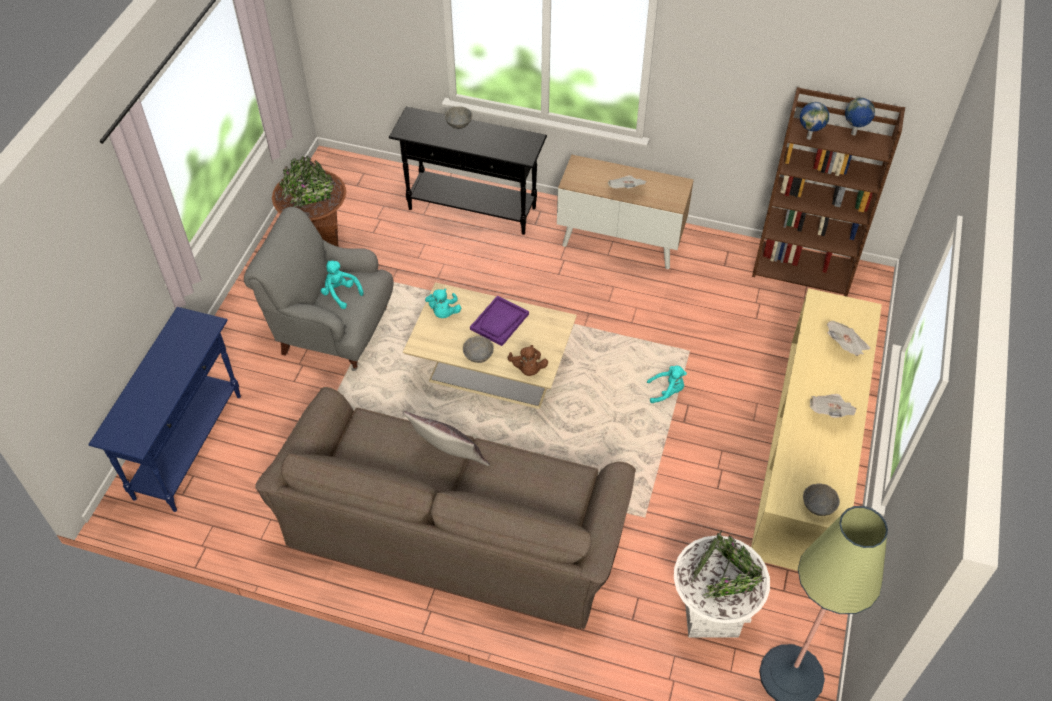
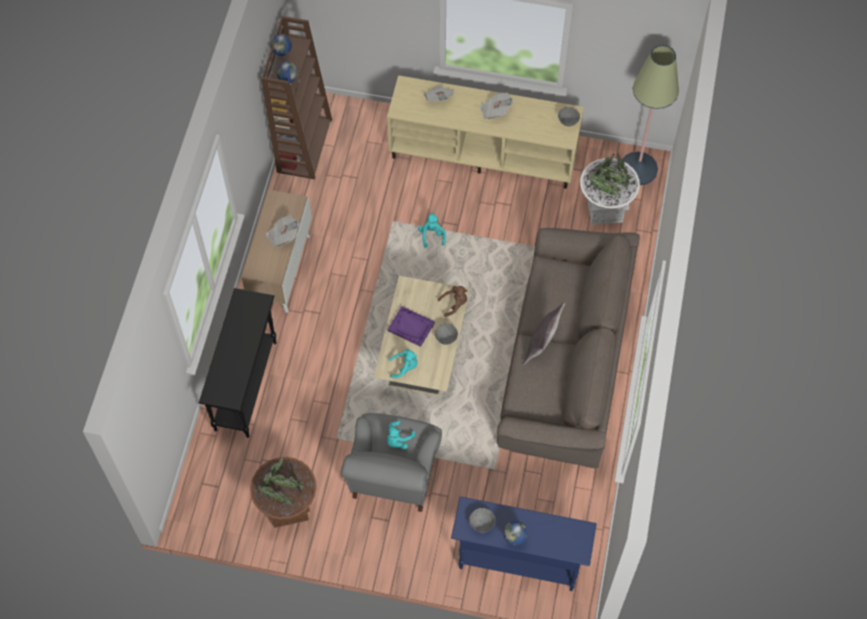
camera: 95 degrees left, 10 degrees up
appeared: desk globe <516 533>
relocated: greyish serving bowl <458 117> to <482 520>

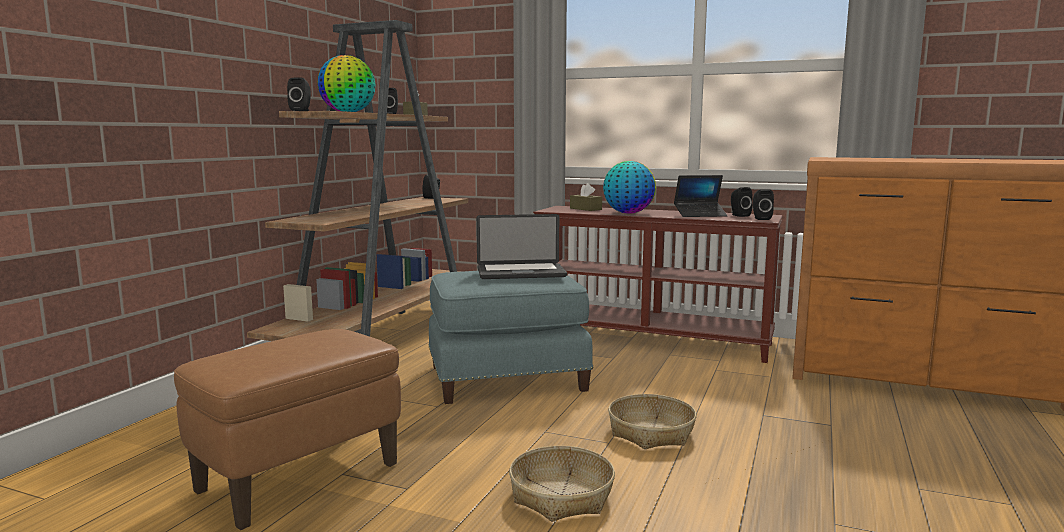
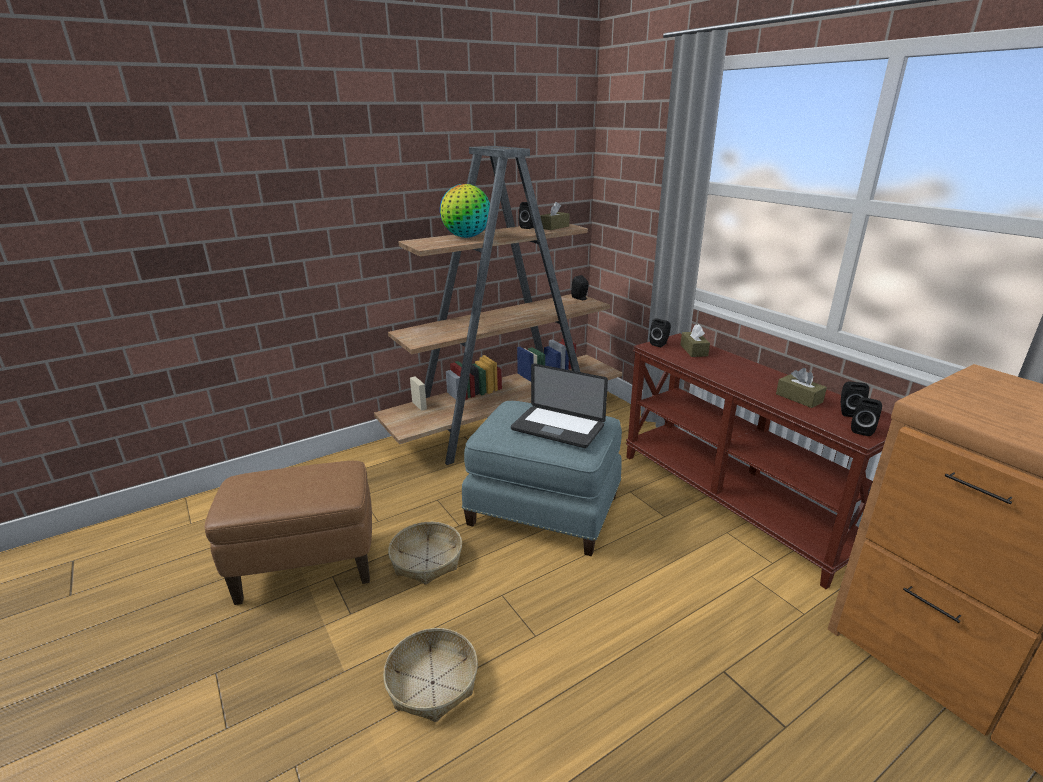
camera: 35 degrees right, 15 degrees up
missing: desk globe <629 187>
relocated: black-coloured loudspeaker <299 94> to <660 332>; household basket <652 421> to <425 553>
exchanged: portable computer <701 196> to brown tissue holder <801 388>

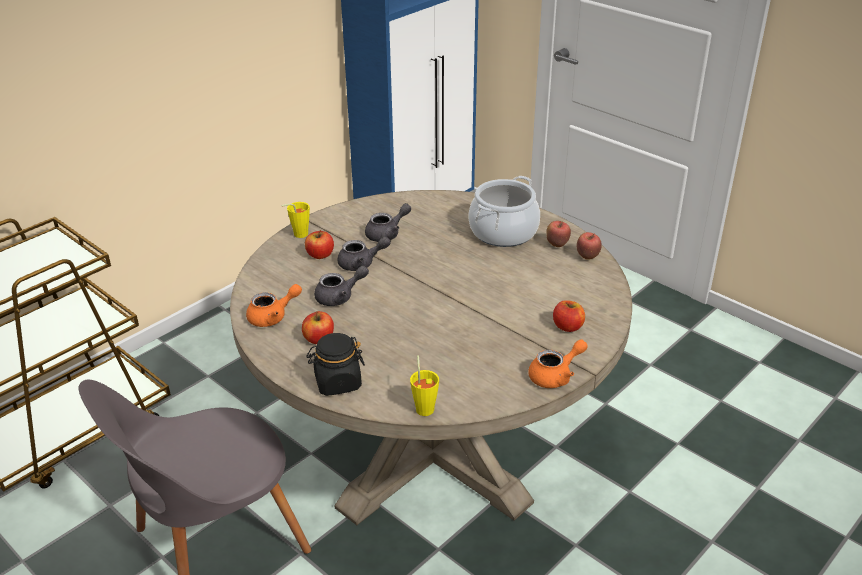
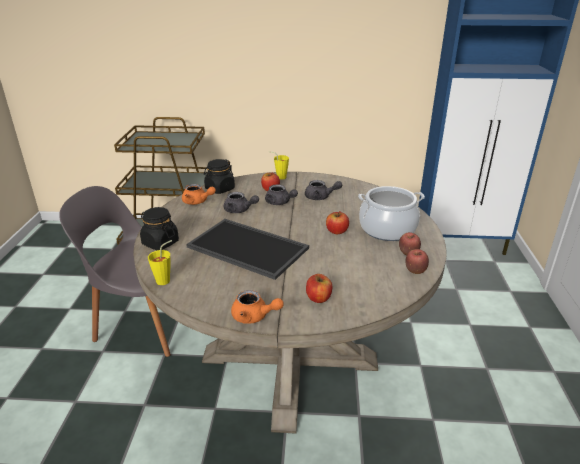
camera: 50 degrees right, 5 degrees down
appeared: black-coloured preserve jar <219 176>; serving tray <247 249>
relocated: apple <318 327> to <337 222>

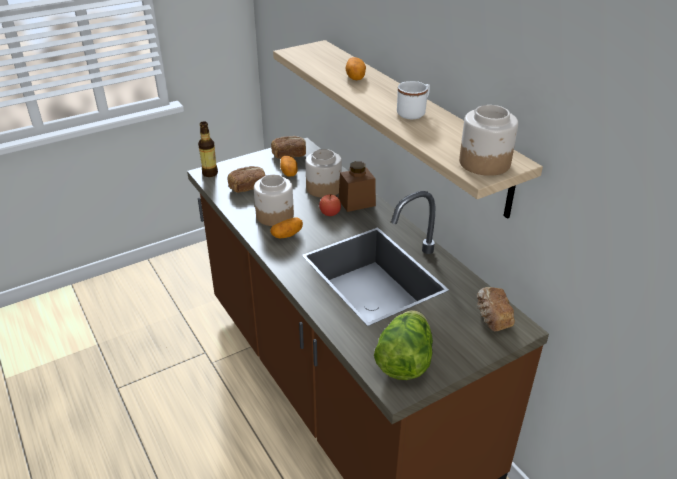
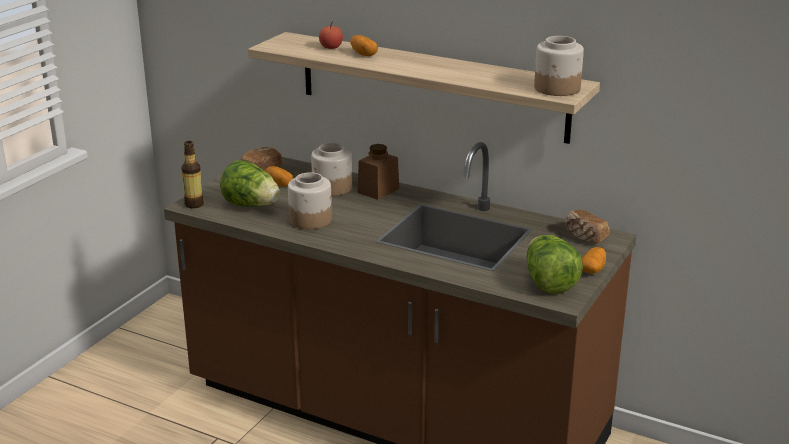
camera: 30 degrees left, 10 degrees down
missing: whitish mug <413 100>
relocated: apple <330 205> to <331 35>; whole potato <286 228> to <594 260>
exchanged: baked bread <246 179> to head of lettuce <250 183>

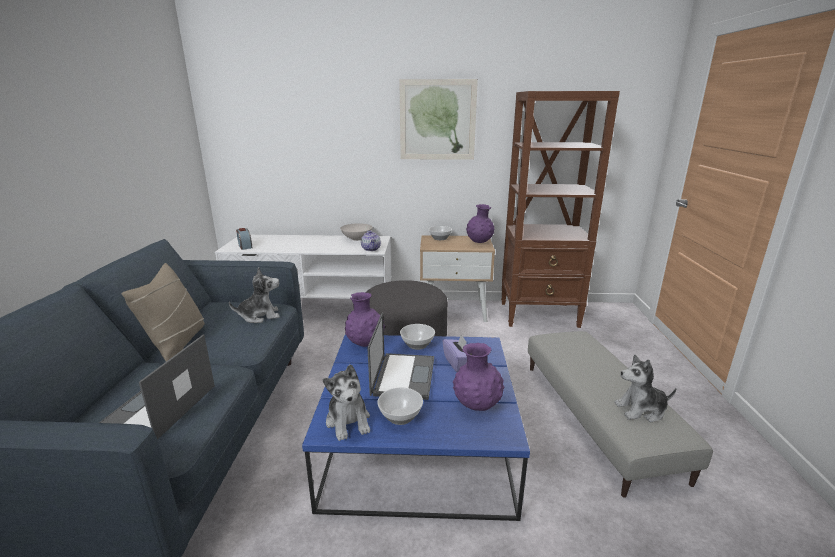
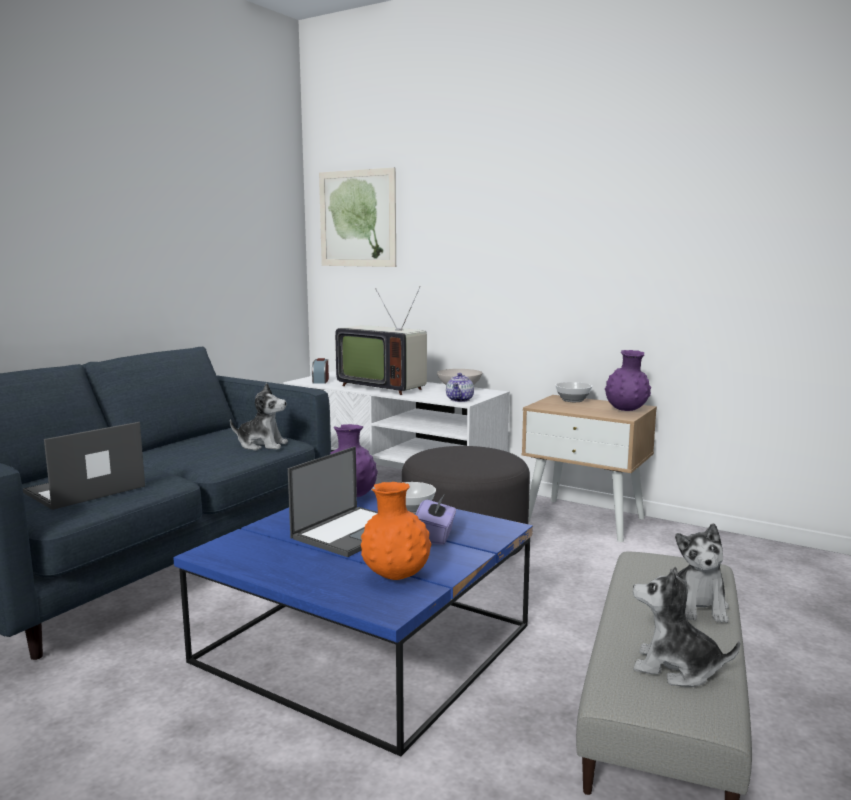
camera: 30 degrees right, 10 degrees down
missing: brown bookcase <560 209>; beige pillow <163 312>; serving bowl <400 406>
appeared: TV set <381 340>
relocated: wall picture <438 119> to <357 217>; soft toy <346 402> to <702 573>
colour: purple-coloured vase <478 377> to orangey vase <396 531>

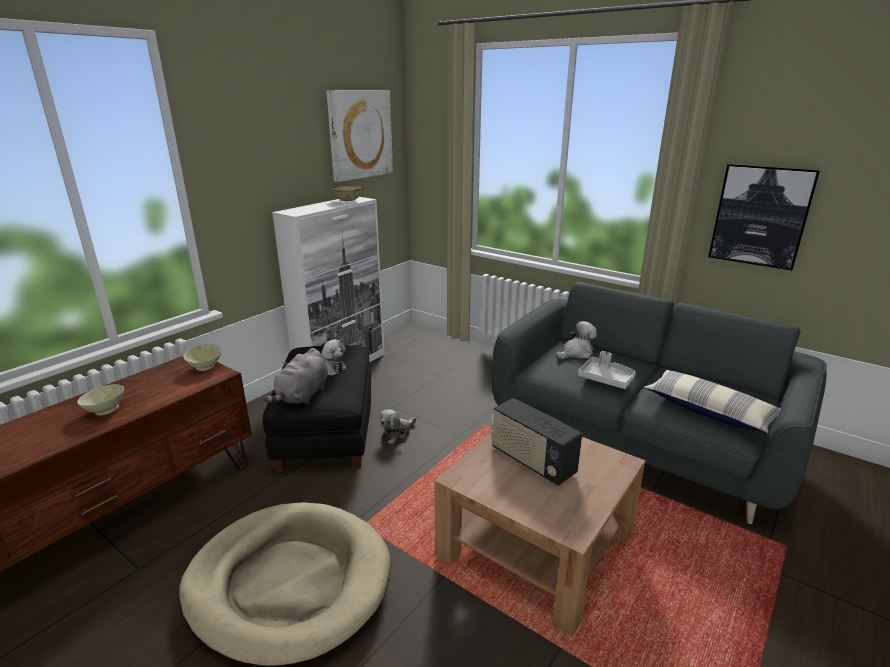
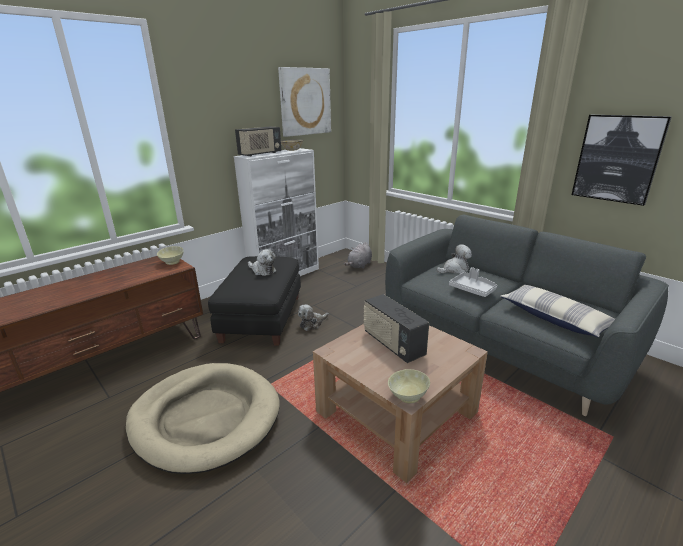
camera: 10 degrees right, 0 degrees up
appeared: radio set <258 142>
relocated: greyish soft toy <296 376> to <358 255>; beige serving bowl <100 400> to <409 386>

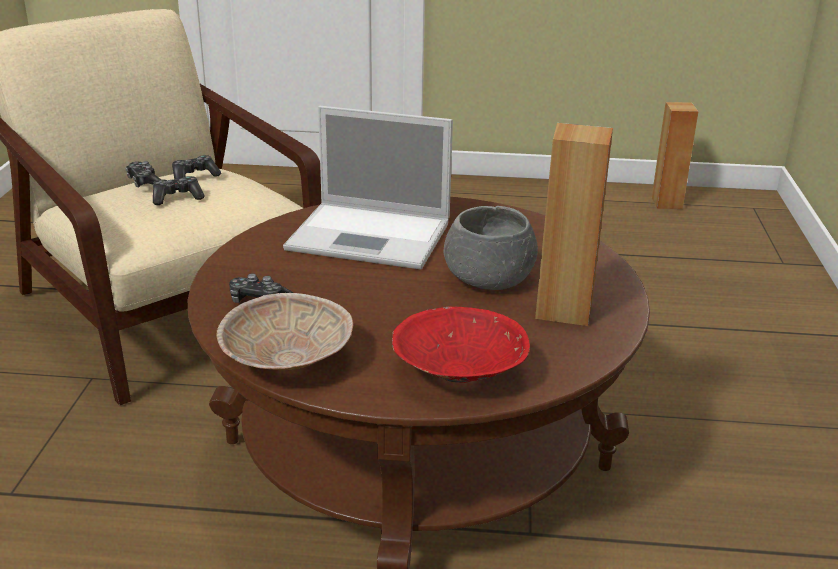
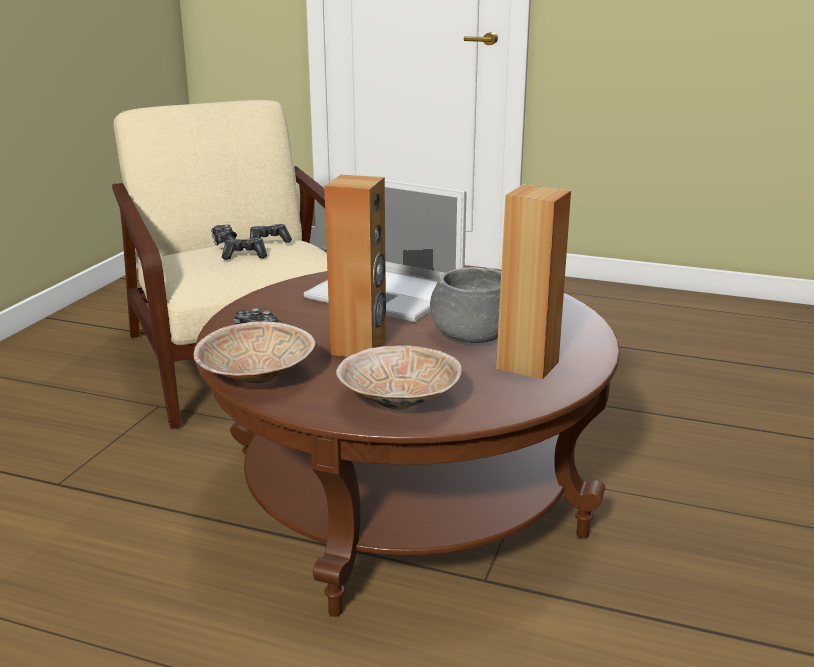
camera: 15 degrees right, 5 degrees down
relocated: brown loudspeaker <675 155> to <355 266>
colour: red-coloured serving bowl <461 345> to beige serving bowl <399 377>

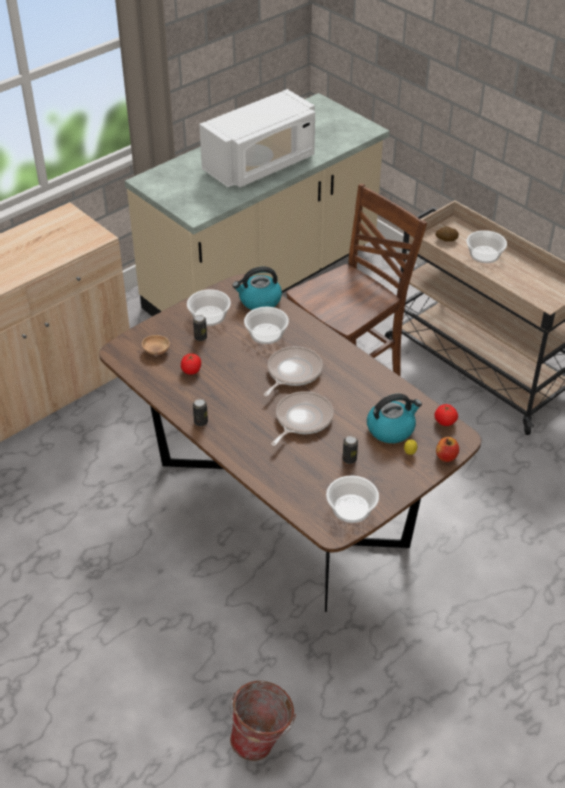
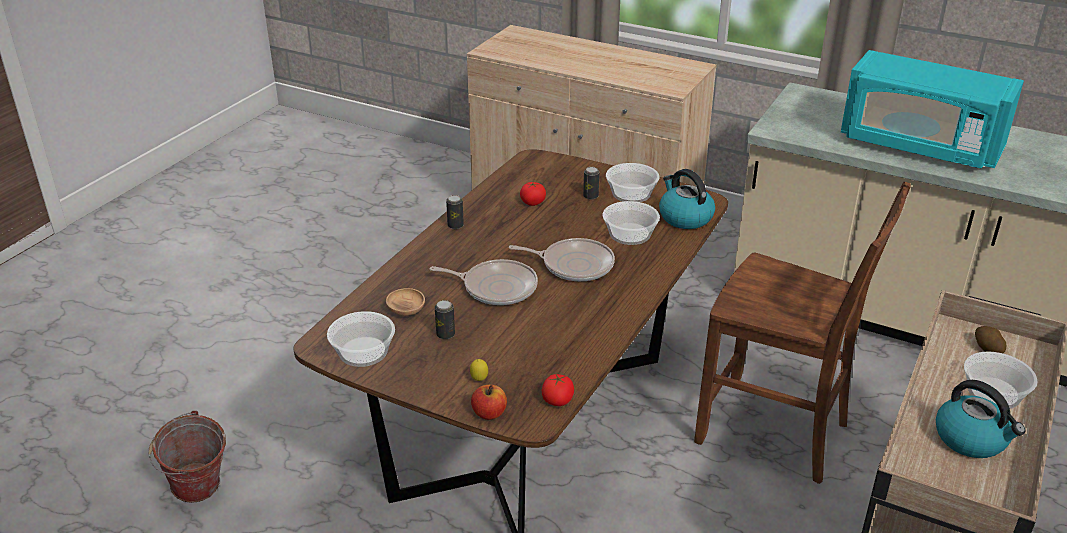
camera: 70 degrees right, 10 degrees down
relocated: brown serving bowl <156 345> to <405 302>; water kettle <394 418> to <980 419>
colour: whitish microwave oven <257 138> to turquoise-coloured microwave oven <932 109>

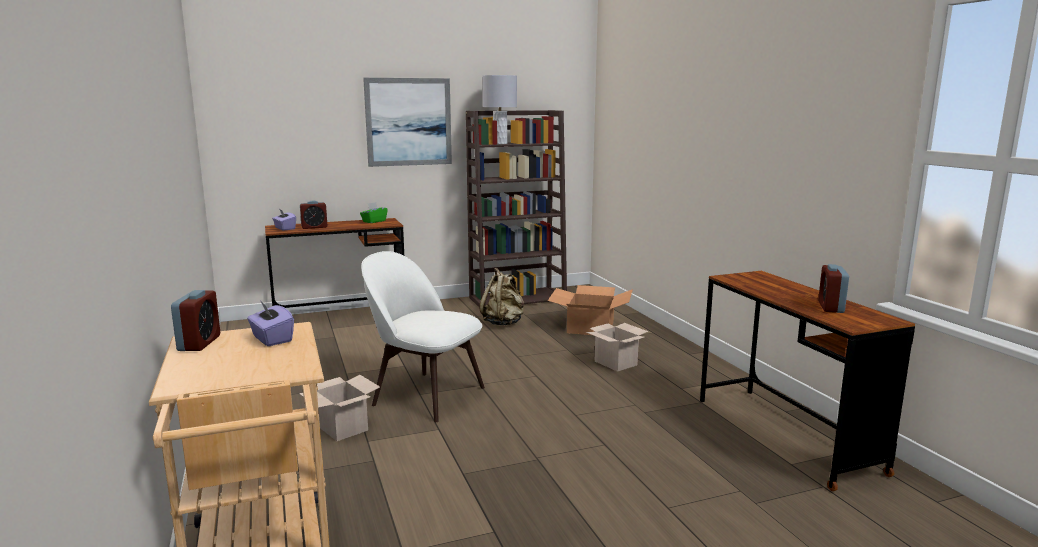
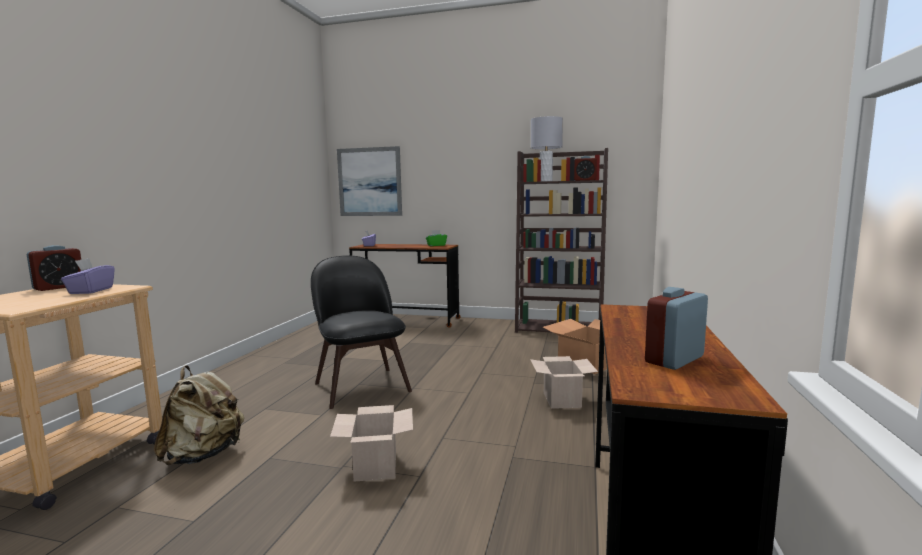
camera: 35 degrees right, 5 degrees down
relocated: wall picture <407 122> to <369 181>; bedside clock <314 215> to <585 168>; beige knapsack <501 296> to <199 415>; carton <339 408> to <371 443>
colour: whitish upright chair <423 336> to black-coloured upright chair <361 332>

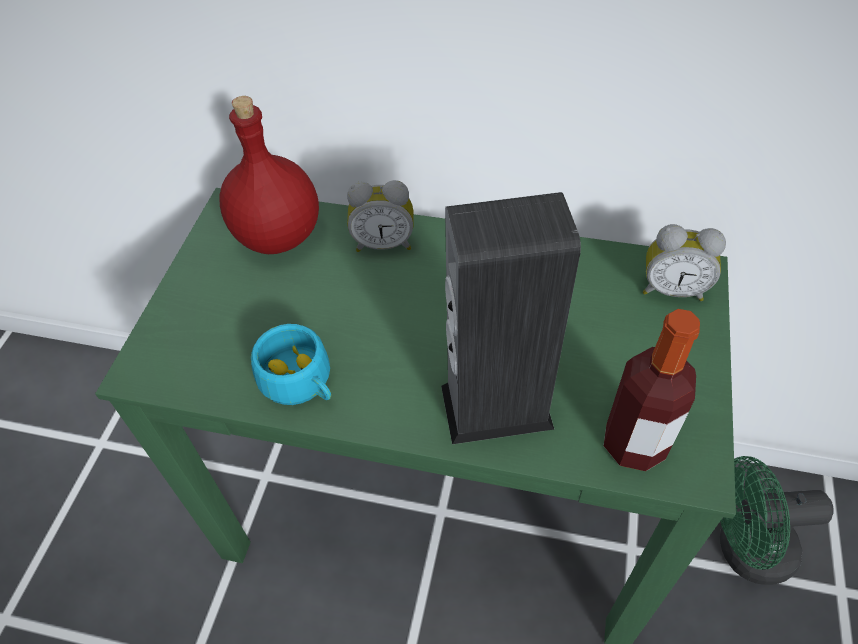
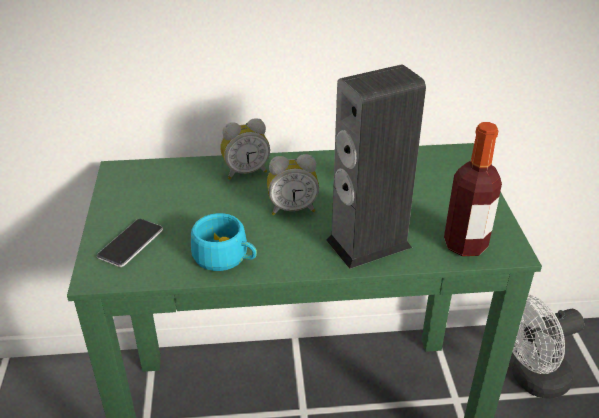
camera: 20 degrees left, 15 degrees down
missing: red-coloured drink bottle <269 175>
appeared: phone <130 243>
relocated: bedside clock <684 262> to <293 184>
colour: green-coloured cooling fan <777 520> to whitish cooling fan <548 346>

